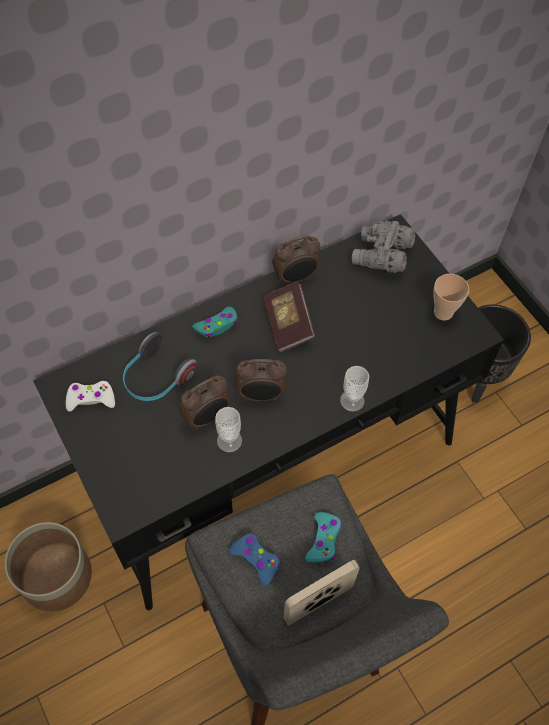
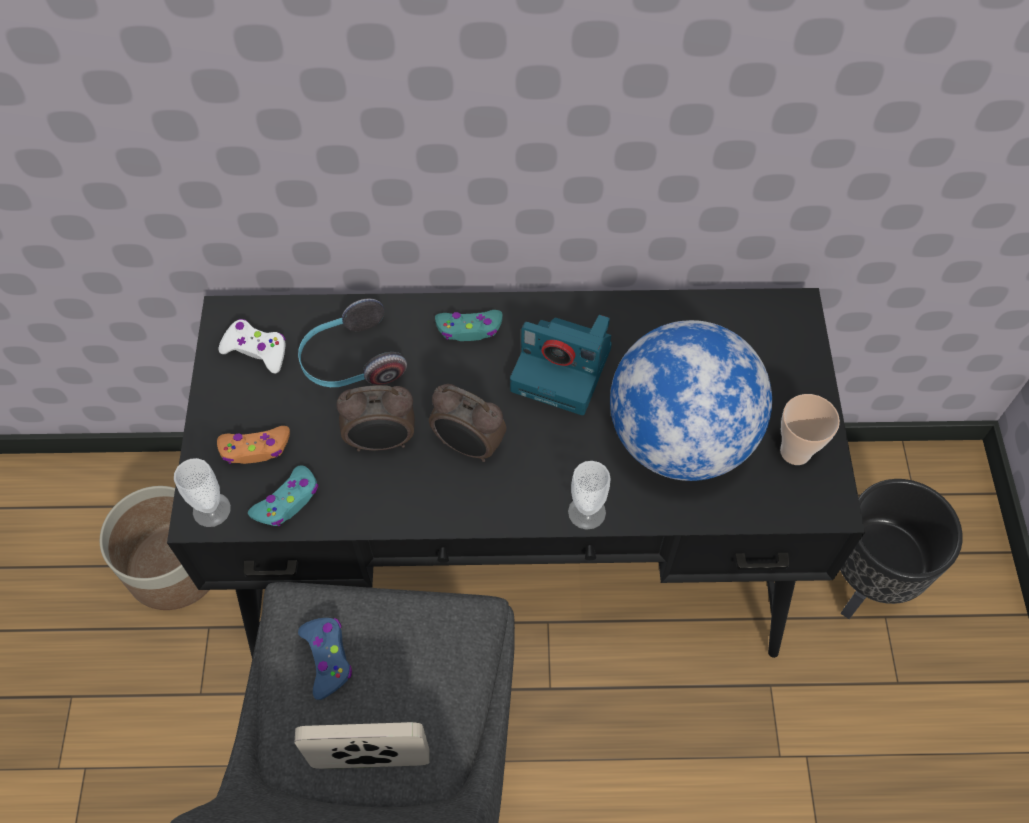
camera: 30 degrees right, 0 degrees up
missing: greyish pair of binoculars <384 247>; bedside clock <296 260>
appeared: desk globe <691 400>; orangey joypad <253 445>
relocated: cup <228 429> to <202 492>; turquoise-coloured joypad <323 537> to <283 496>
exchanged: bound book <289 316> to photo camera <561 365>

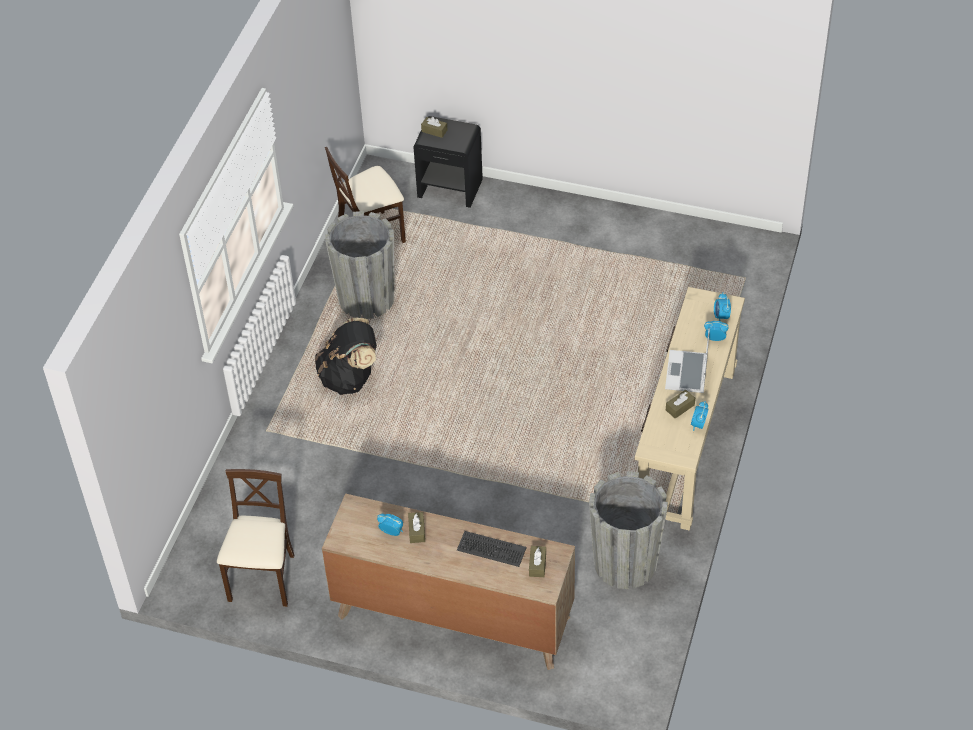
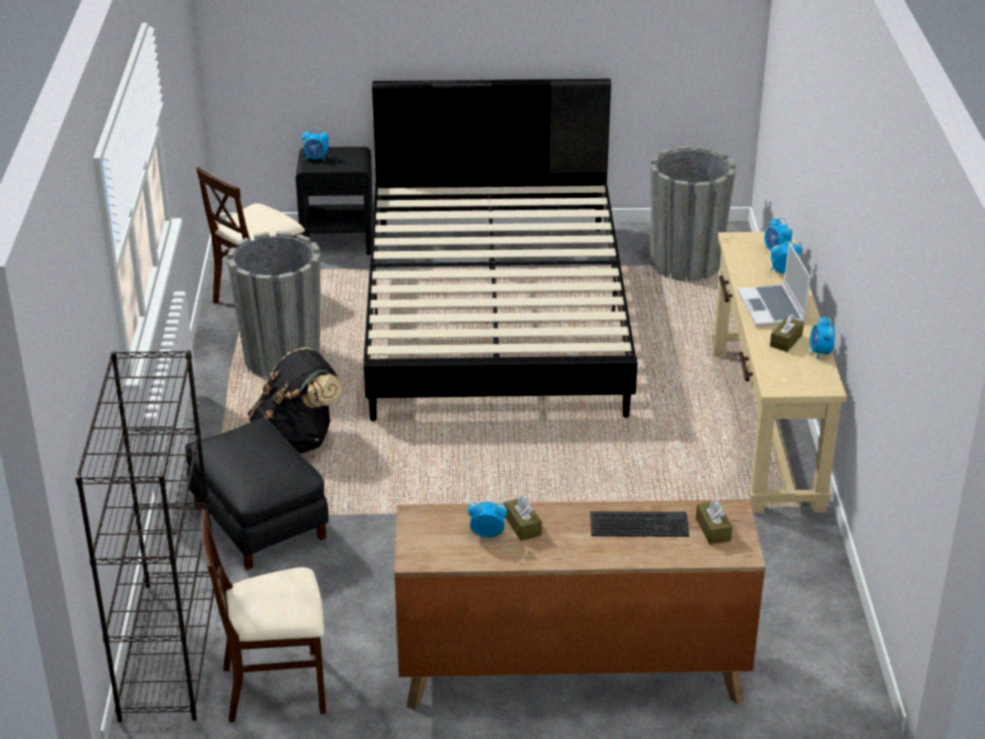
camera: 20 degrees left, 15 degrees down
appeared: black-coloured bedroom bed <501 250>; black-coloured bookcase <145 536>; black-coloured pouffe <257 494>
relocated: greyish planter <628 530> to <693 213>
exchanged: brown tissue holder <434 127> to bedside clock <315 144>
spun: beige upright chair <255 538> = <263 616> 90 degrees counterclockwise

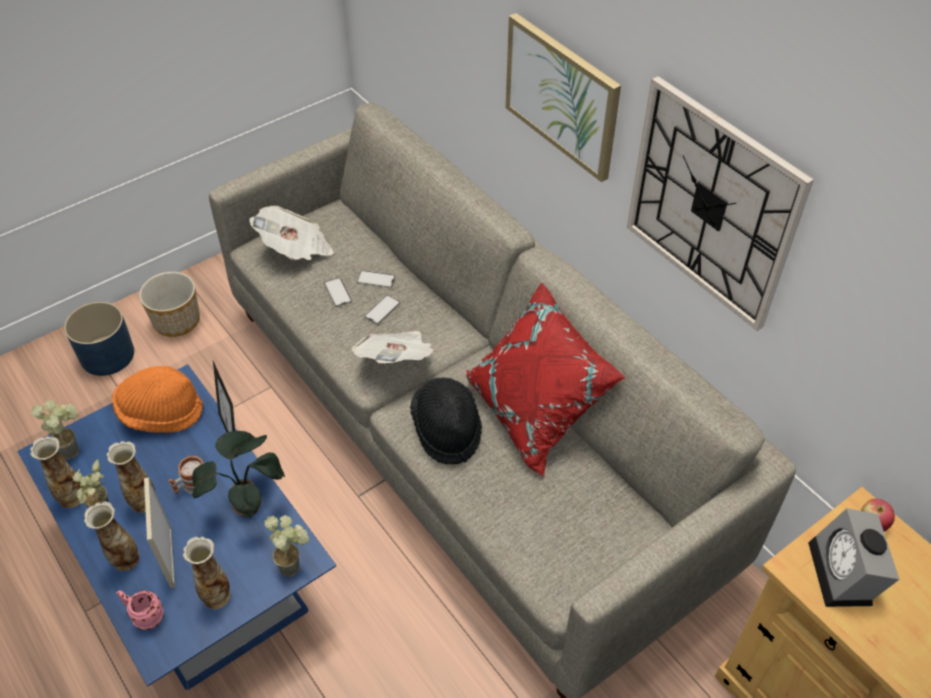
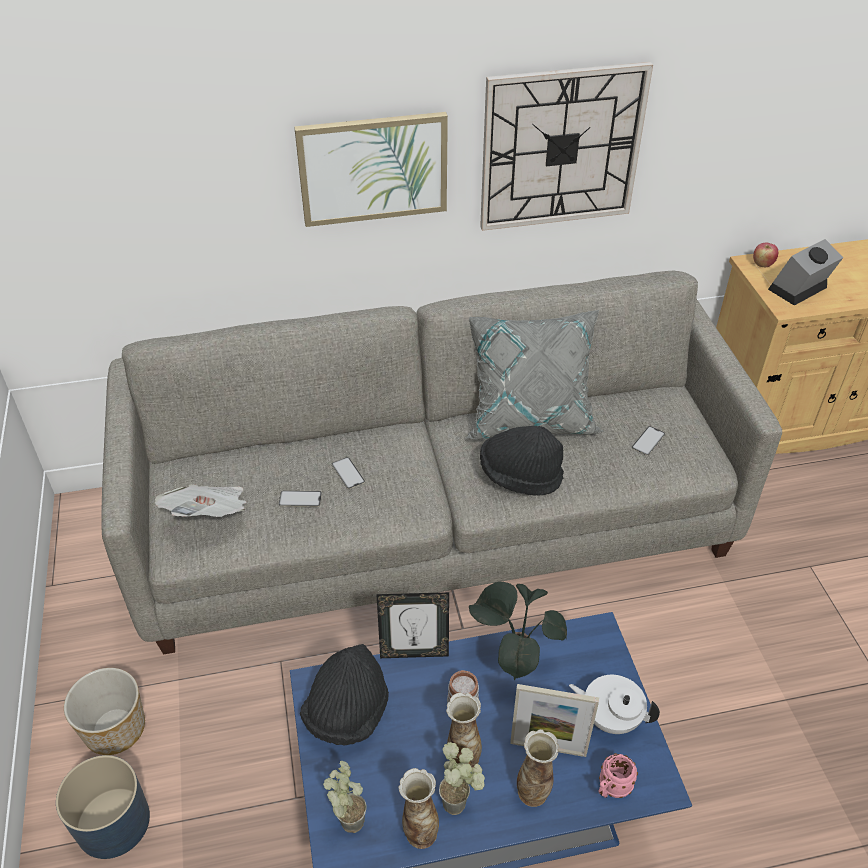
camera: 65 degrees left, 5 degrees down
missing: printed paper <393 347>; potted plant <286 546>
relocated: phone <376 279> to <648 441>
exchanged: vase <206 573> to whitish pot for tea <614 704>
colour: red-coloured pillow <546 380> to greyish pillow <534 375>; orangey wearable hat <157 399> to black-coloured wearable hat <344 695>
spun: bedside clock <854 557> = <805 272> 120 degrees clockwise

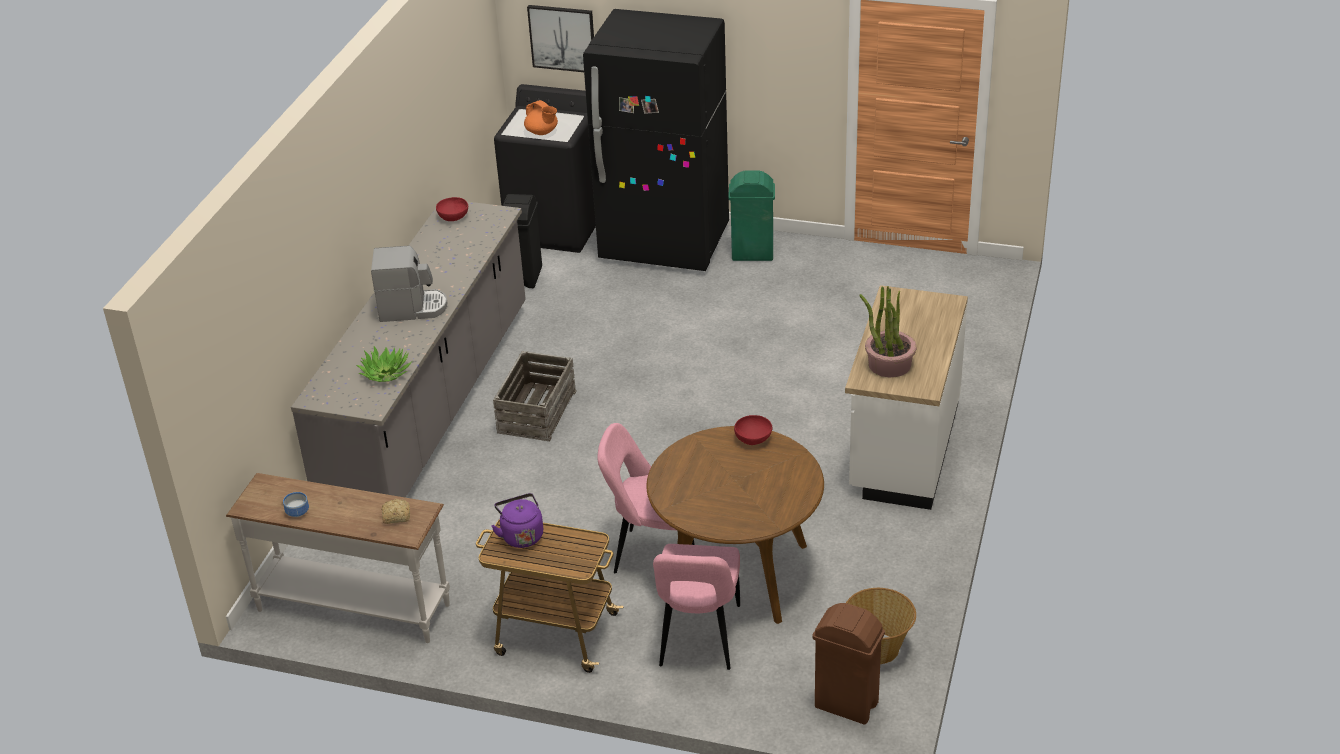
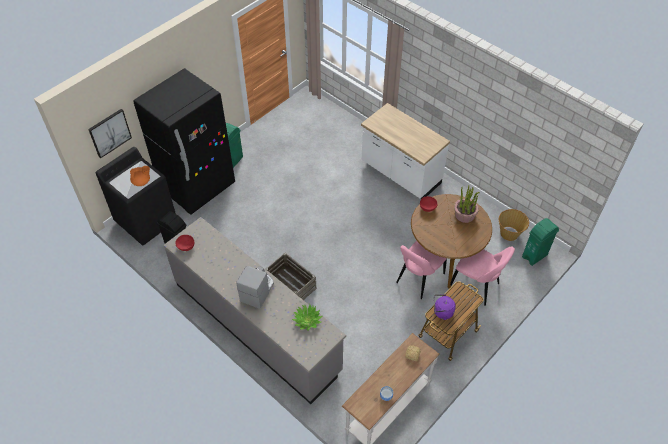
camera: 65 degrees left, 15 degrees up
relocated: potted plant <888 331> to <467 204>
colour: brown trash can <848 663> to green-coloured trash can <540 242>

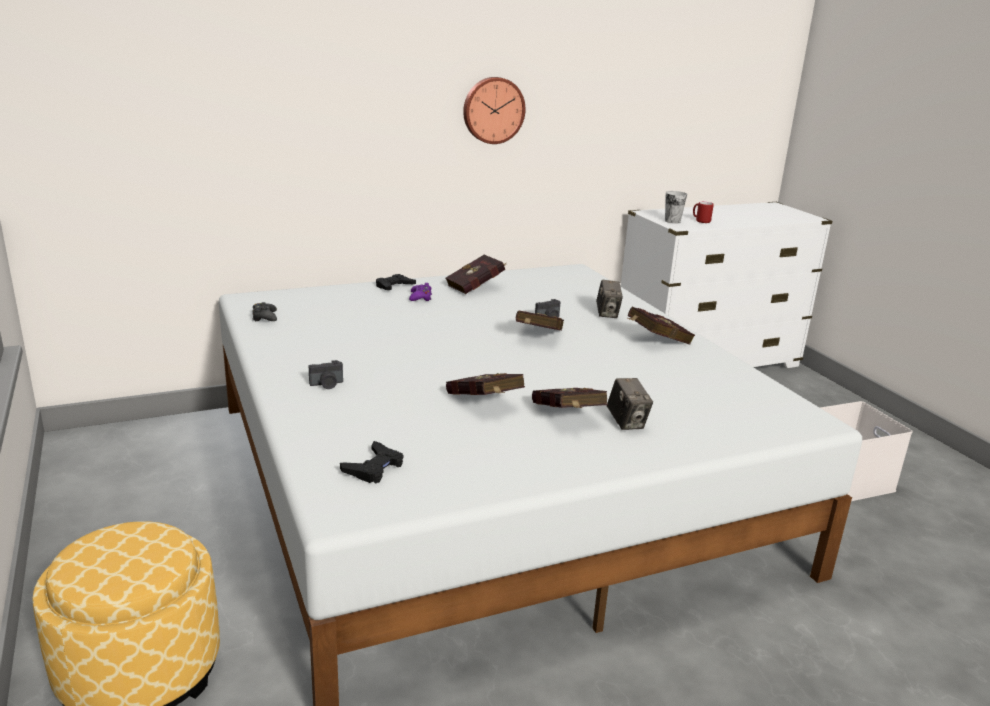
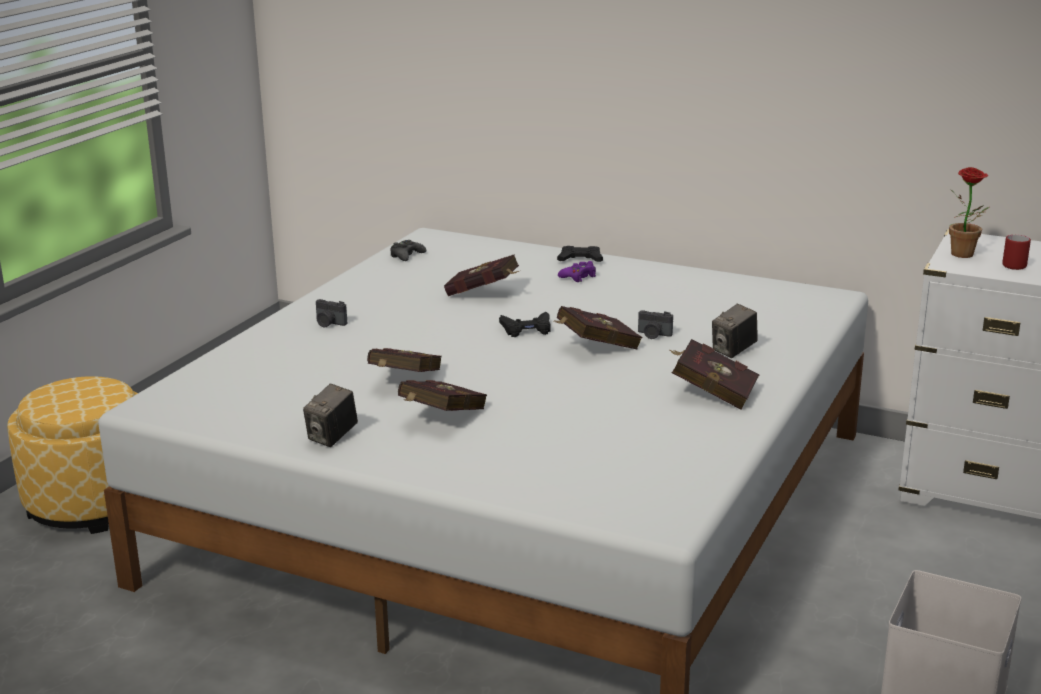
camera: 50 degrees right, 0 degrees up
missing: wall clock <494 110>
relocated: red-coloured bound book <476 274> to <481 275>; photo camera <630 404> to <330 415>; black-coloured joypad <371 462> to <524 324>
exchanged: cup <676 207> to potted plant <969 212>

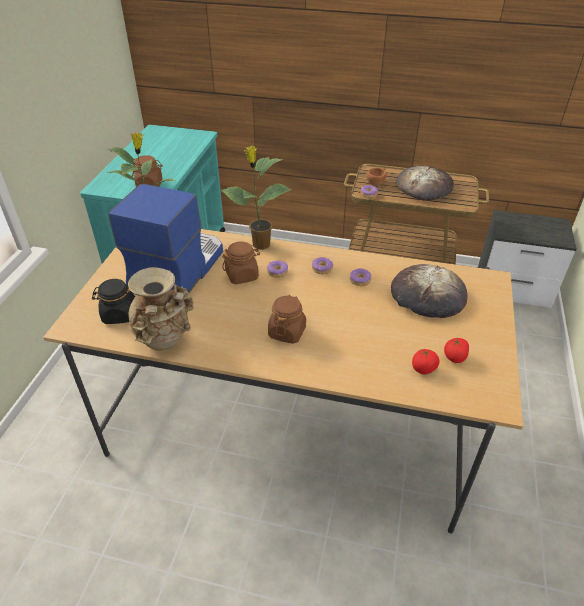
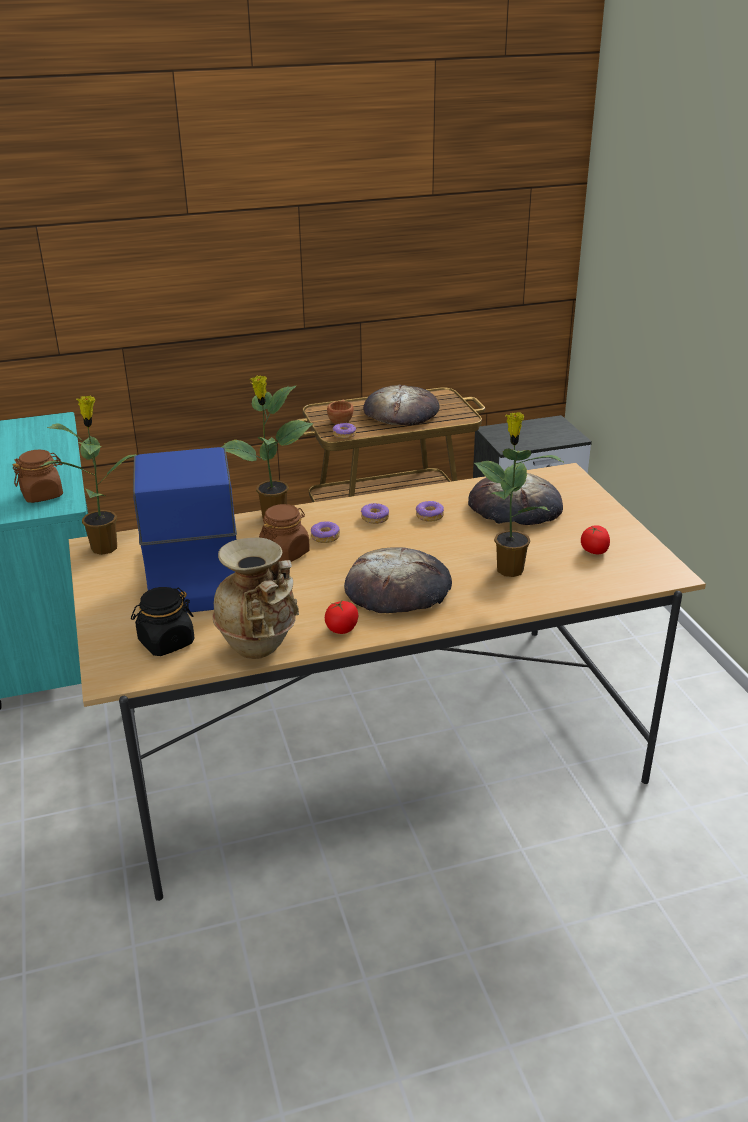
camera: 30 degrees left, 10 degrees down
appeared: potted plant <519 494>
relocated: fresh tomato <425 361> to <341 617>
exchanged: brown preserve jar <287 319> to baked bread <398 580>

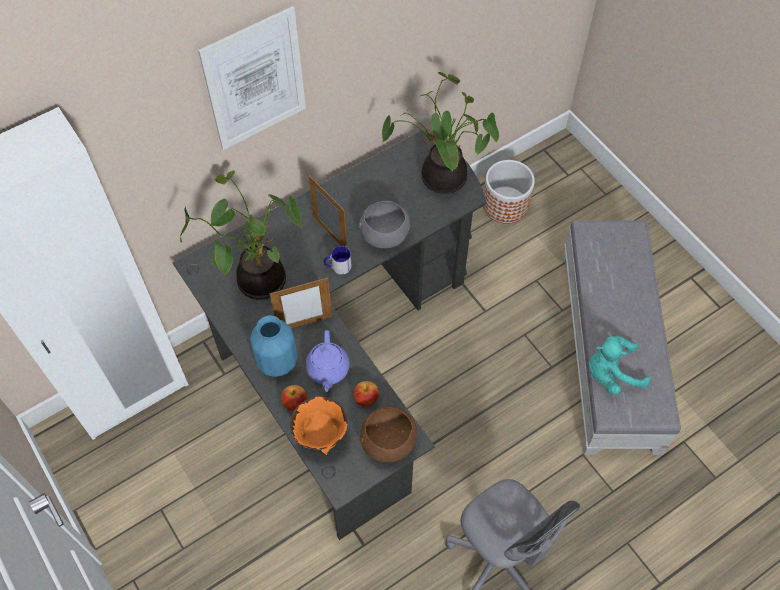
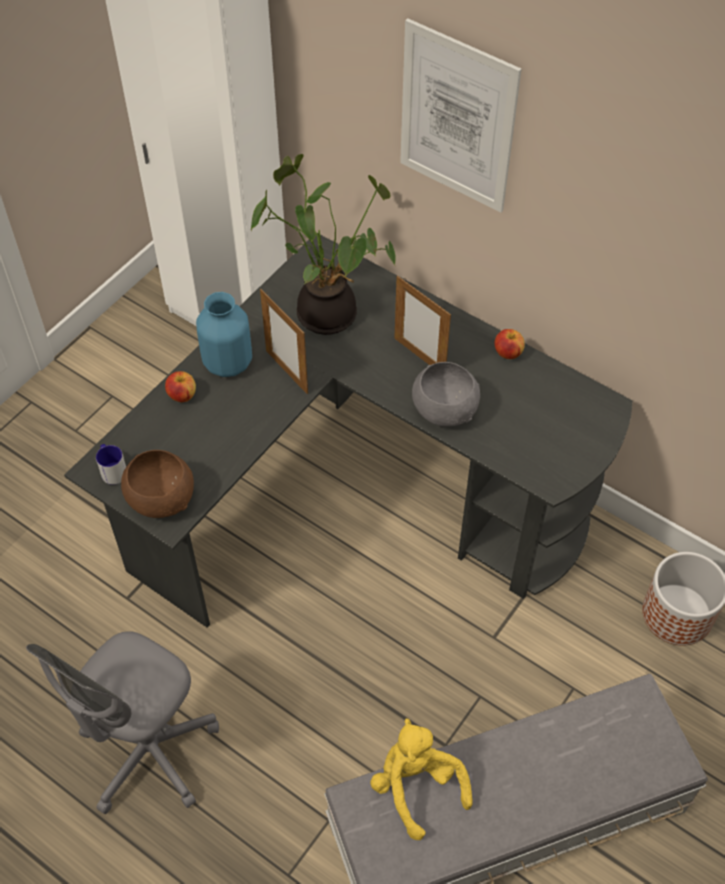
camera: 70 degrees right, 5 degrees down
missing: potted plant <440 133>; purple-coloured pot for tea <328 361>; orangey serving bowl <318 426>
relocated: mug <338 260> to <111 464>; apple <366 394> to <509 344>
colour: turquoise-coloured soft toy <620 365> to yellow soft toy <421 779>
spun: picture frame <328 211> = <422 320> 105 degrees clockwise

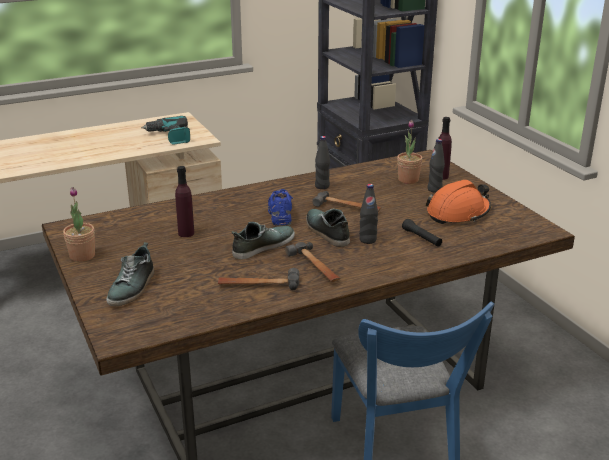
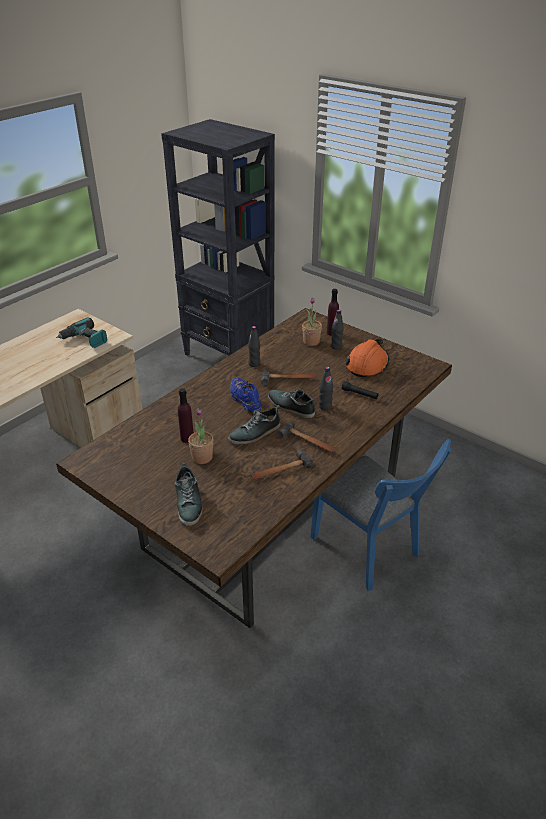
camera: 25 degrees left, 10 degrees up
relocated: potted plant <79 224> to <200 436>
spun: low shoe <263 241> = <254 425> 150 degrees counterclockwise

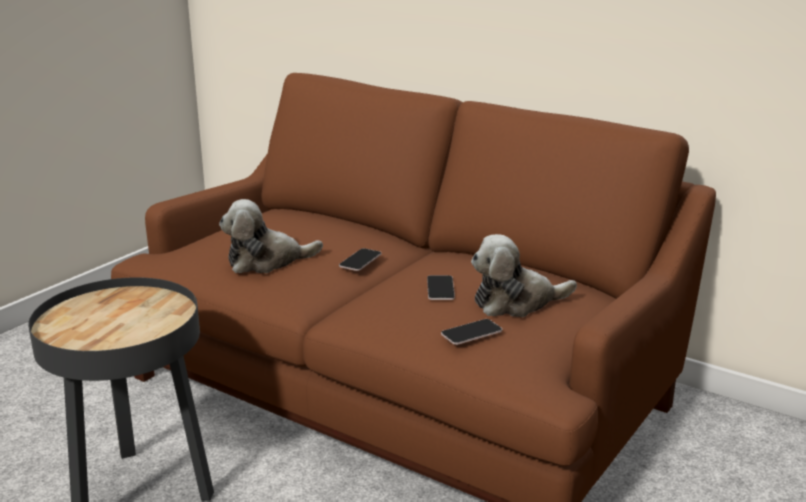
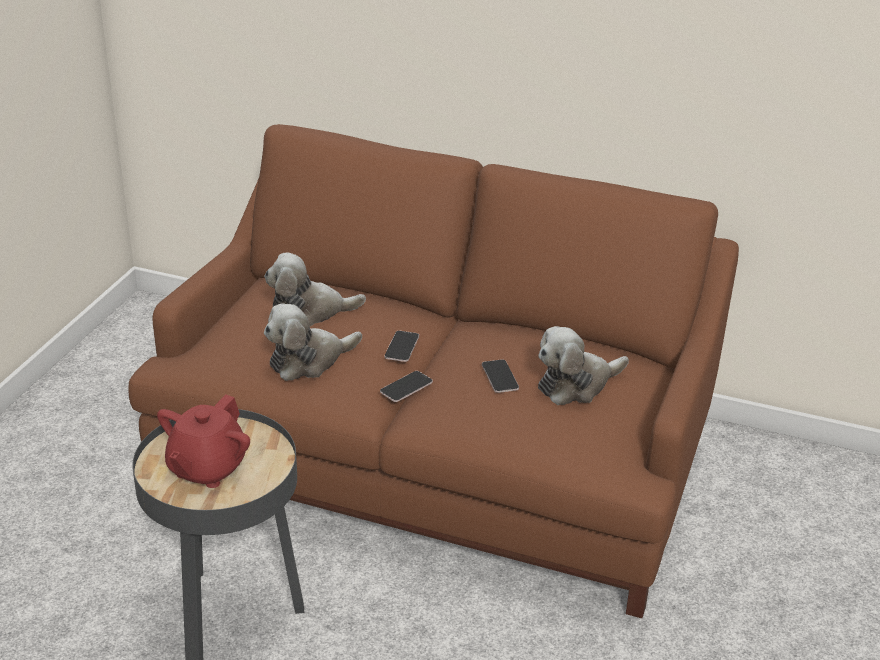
camera: 15 degrees left, 10 degrees up
appeared: soft toy <315 290>; red-coloured pot for tea <203 441>
relocated: phone <471 332> to <406 386>

